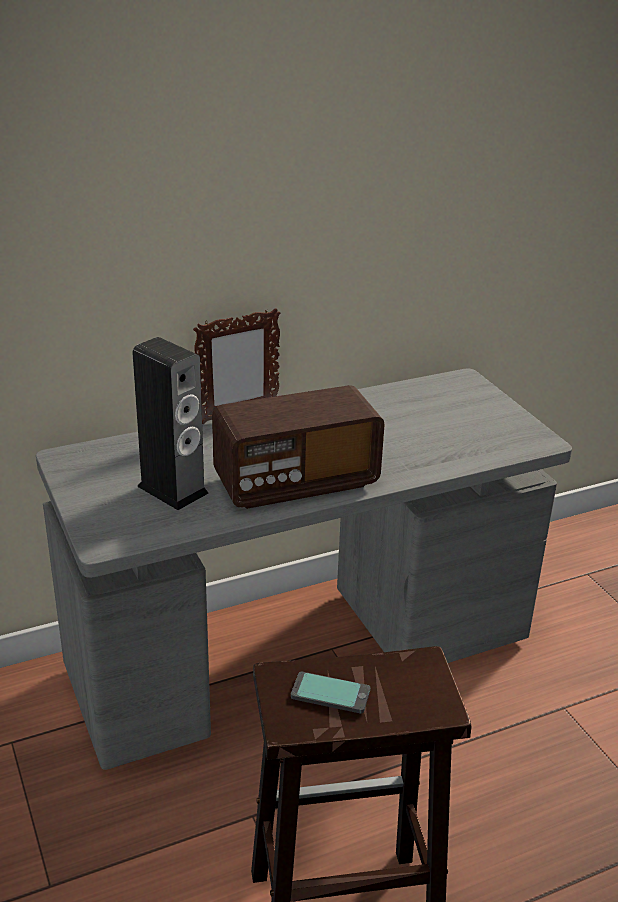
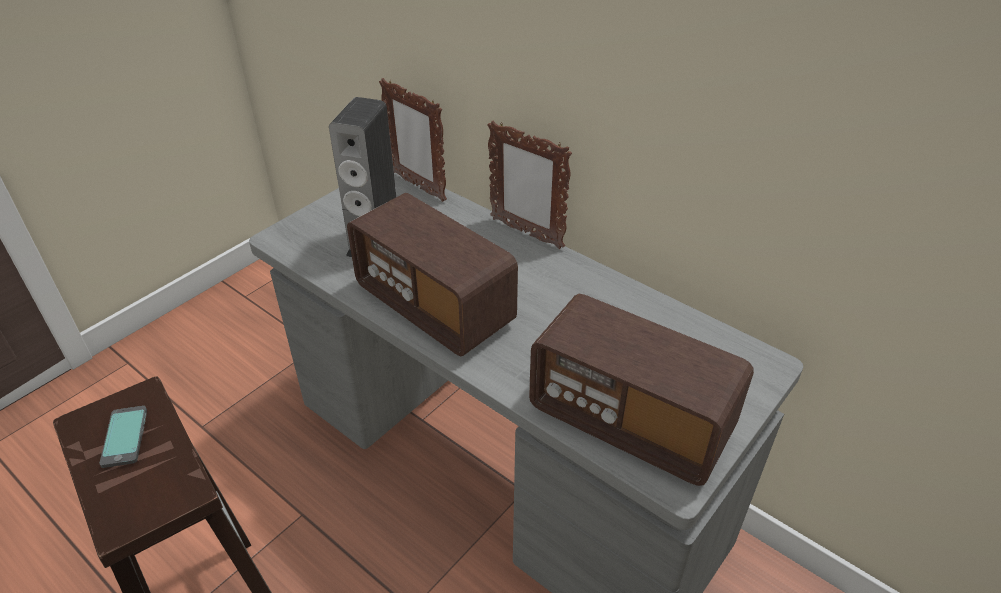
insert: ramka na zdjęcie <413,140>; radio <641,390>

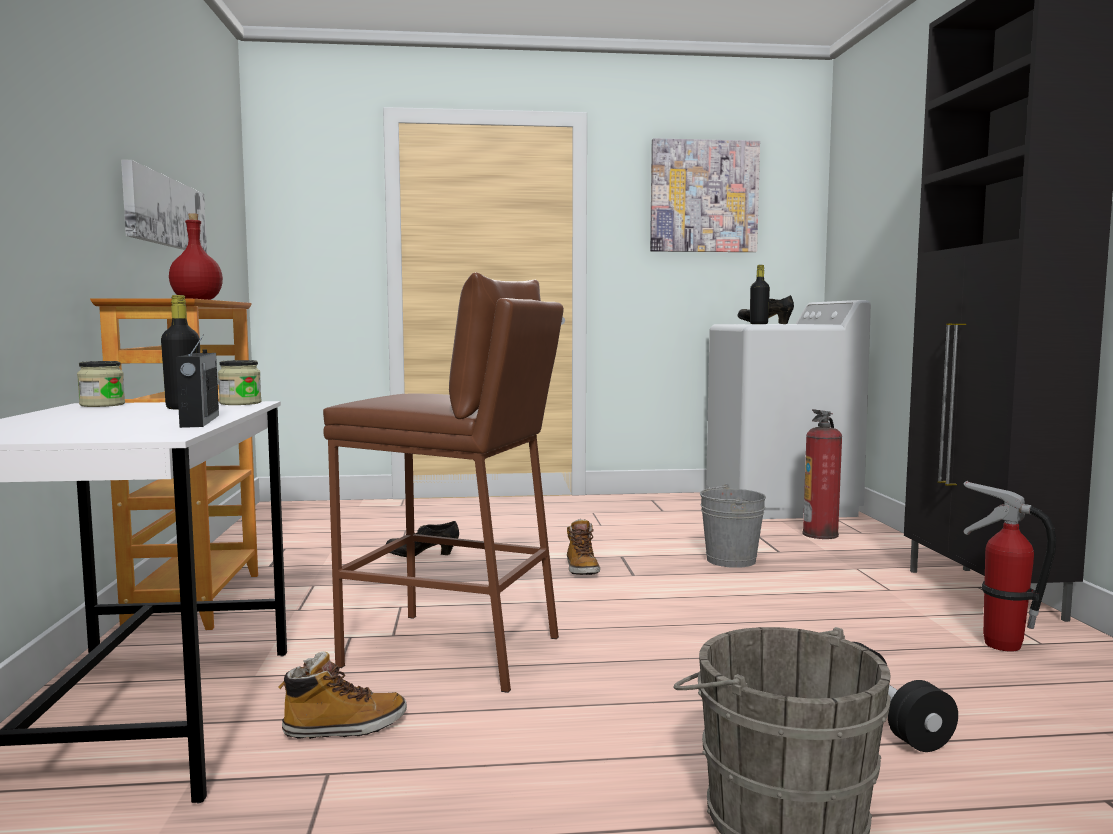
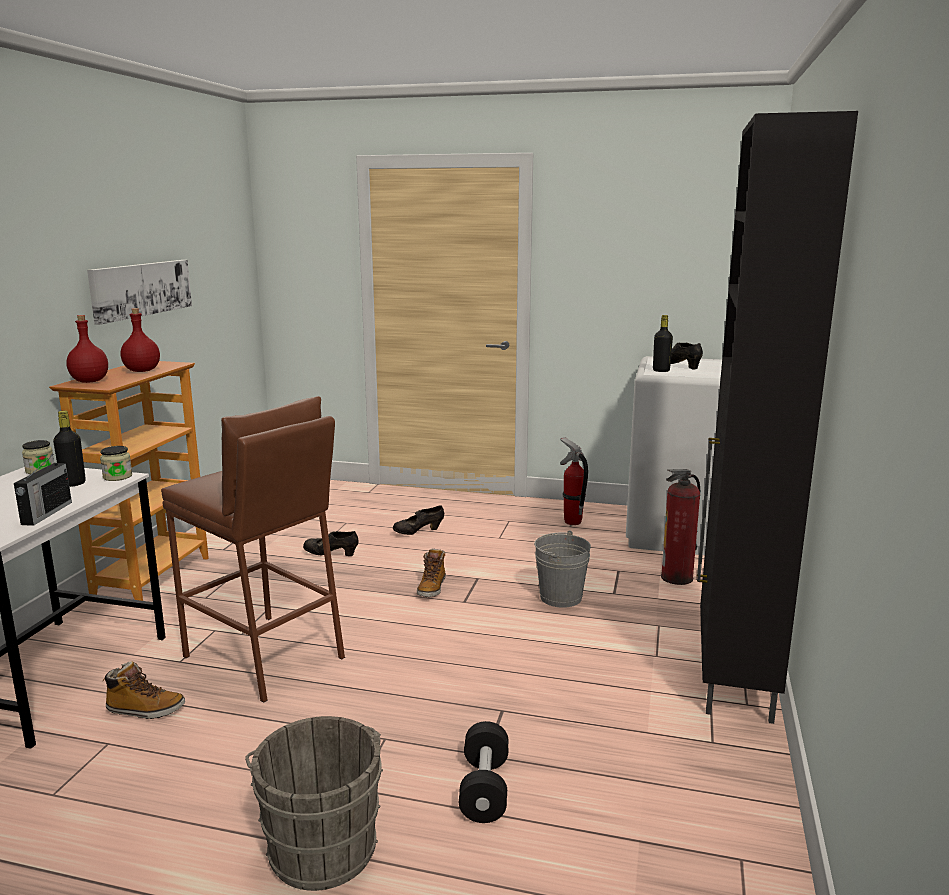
delete: obraz <705,195>
insert: butelka (czerwony) <87,349>; but (czarny) <418,520>
move: gaśnica <1010,566> to <574,481>

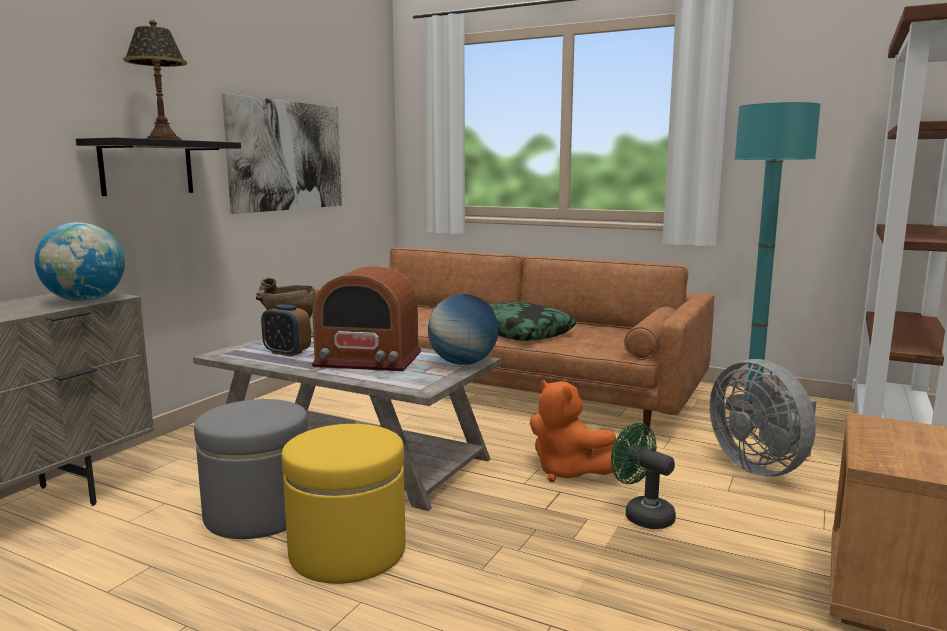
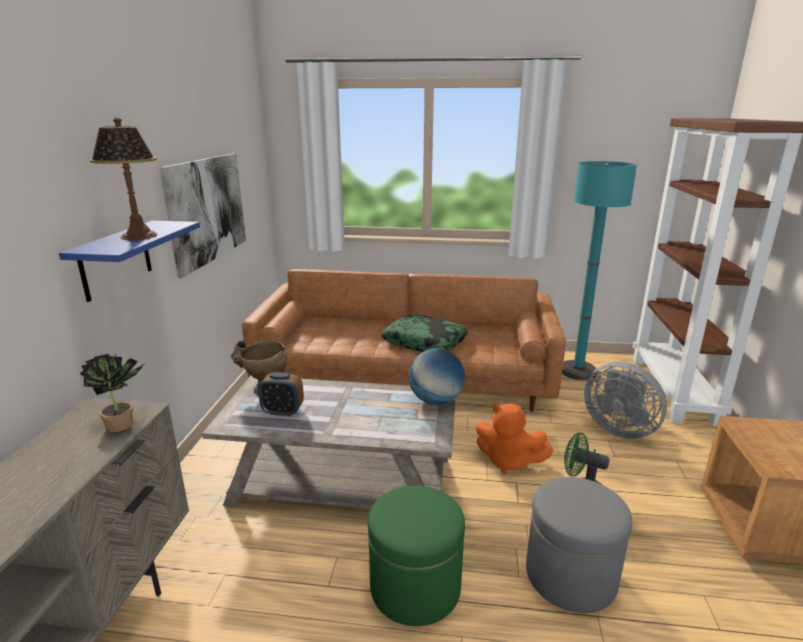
delete: radio <366,318>
move: pufa (szary) <251,469> to <579,545>
replace: globus <79,262> to roślina doniczkowa <112,393>
recolor: półka (czarny) <158,166> to półka (niebieski) <129,261>; pufa (żółty) <343,504> to pufa (zielony) <416,556>

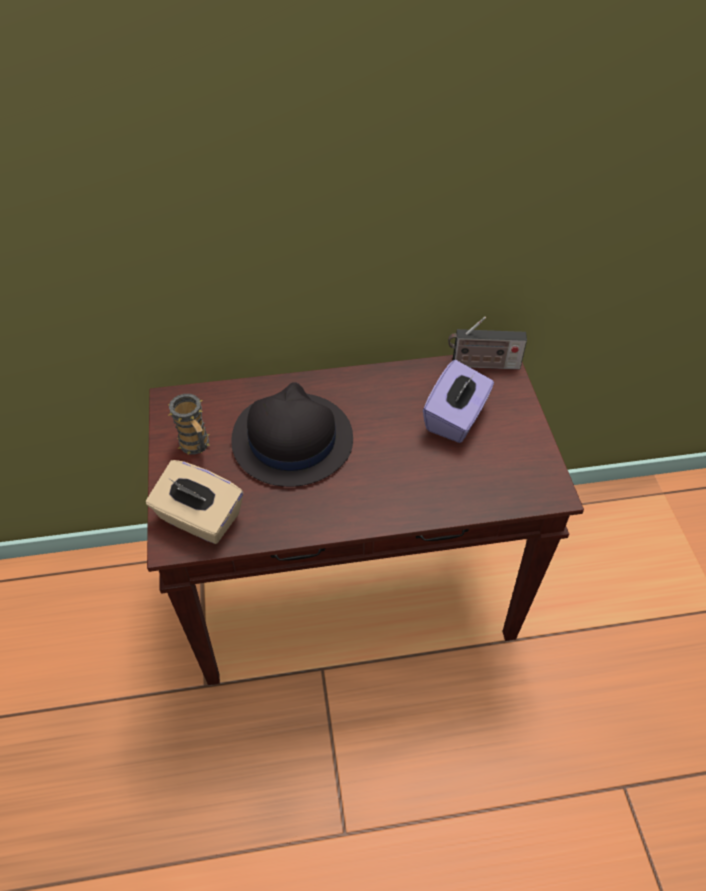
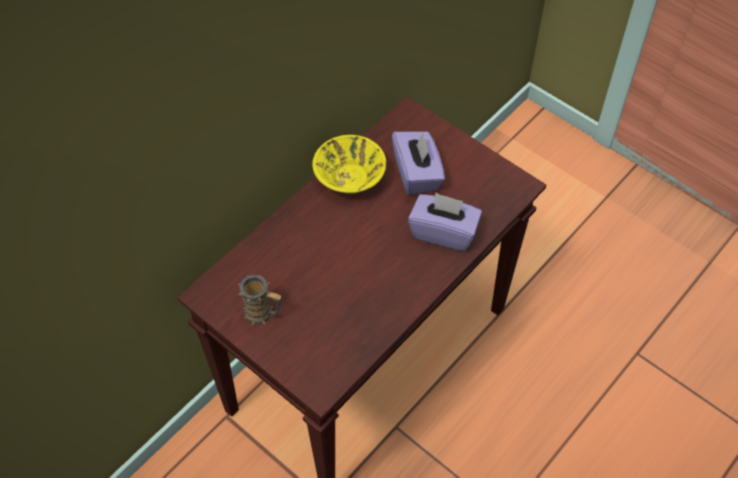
delete: pudełko chusteczek (beżowy) <194,502>; kapelusz (czarny) <292,434>; radio <487,343>
insert: miska (żółty) <349,164>; pudełko chusteczek (fioletowy) <445,221>

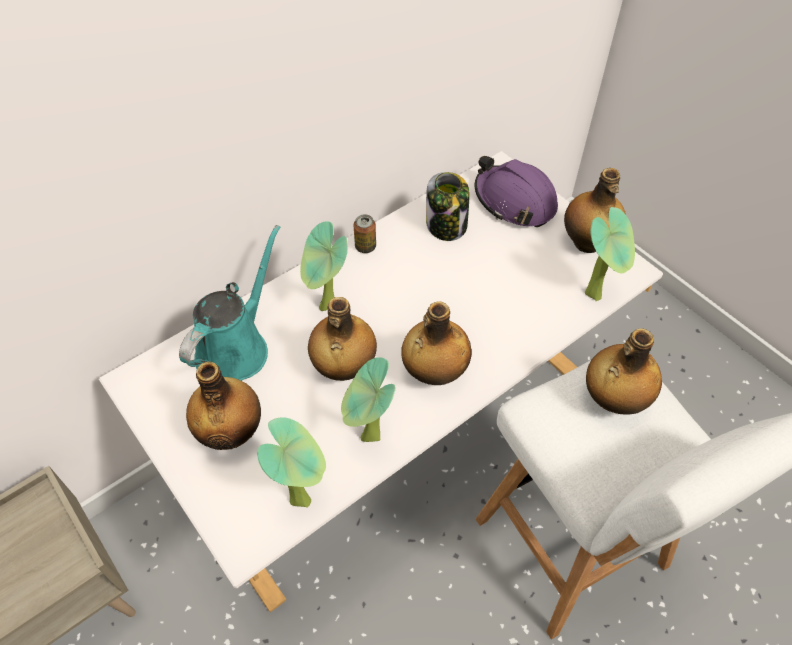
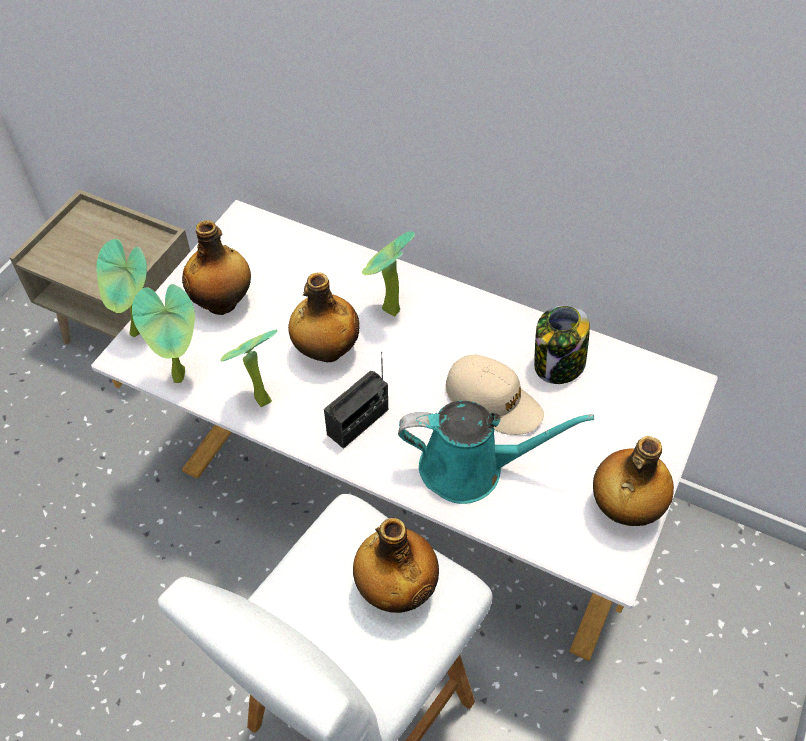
delete: puszka <365,233>; kask (fioletowy) <516,191>
insert: czapka z daszkiem (beżowy) <494,395>
move: roślina doniczkowa <610,254> to <121,288>; konewka (turkusowy) <229,303> to <496,452>
replace: butelka <436,343> to radio <356,400>

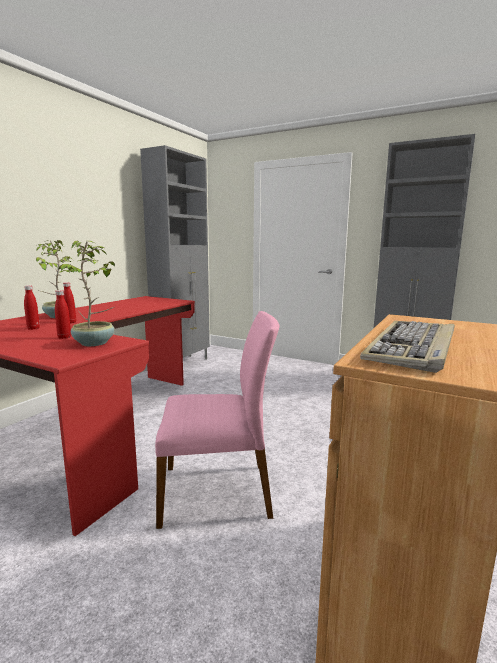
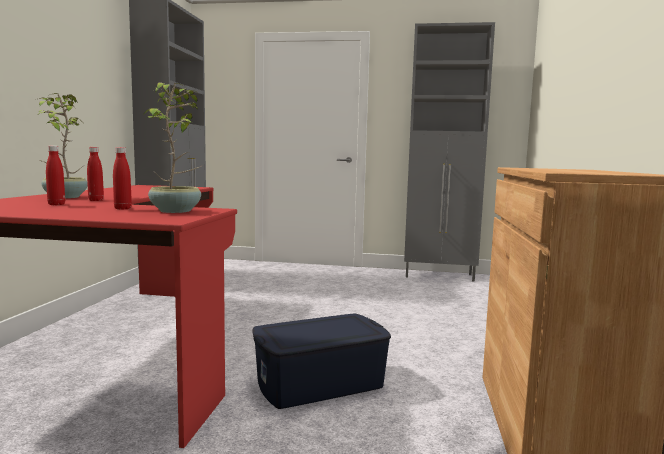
delete: klawiatura <407,347>
replace: krzesło (różowy) <217,420> to pojemnik do przechowywania (niebieski) <321,361>

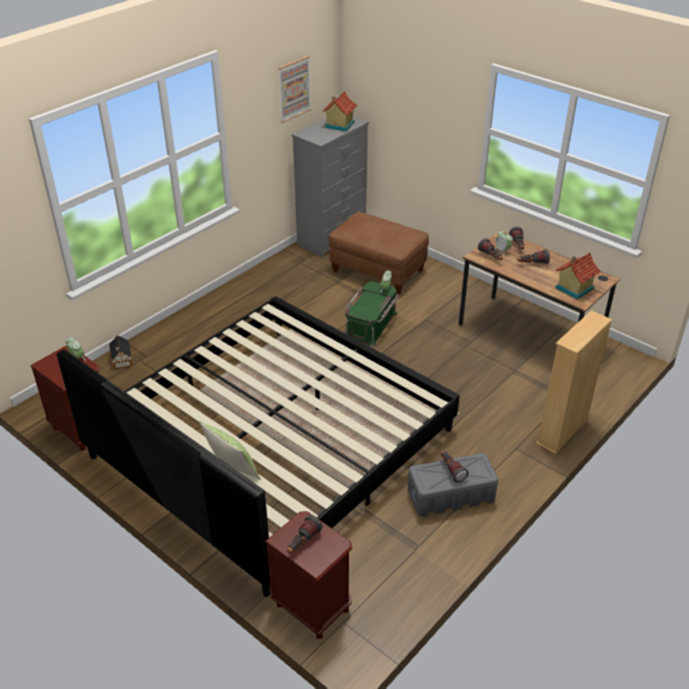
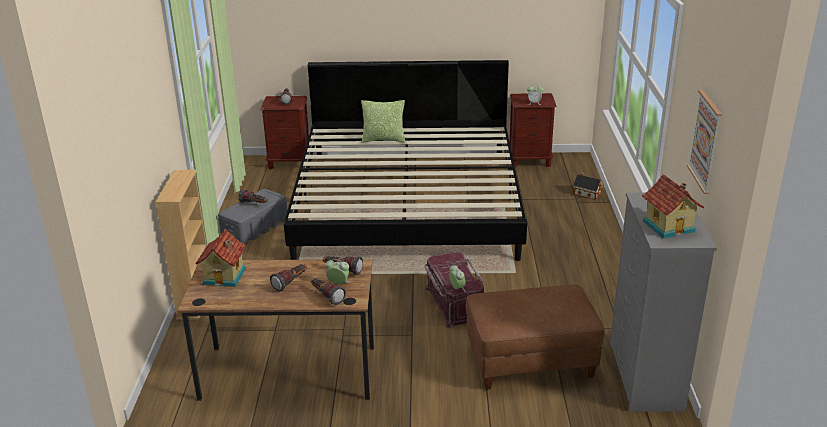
recolor: pojemnik do przechowywania (zielony) <371,315> to pojemnik do przechowywania (czerwony) <454,290>

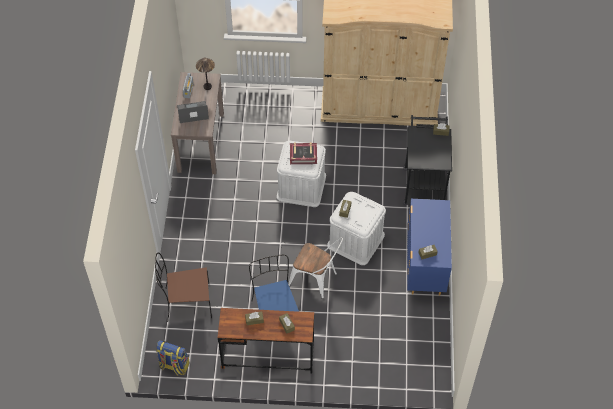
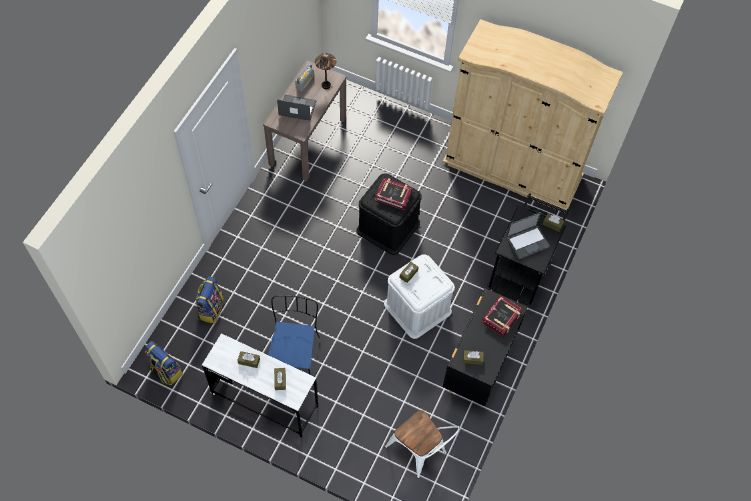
insert: książka <501,316>; laptop <528,235>
move: krzesło (biały) <315,268> to <422,444>
replace: krzesło (brązowy) <183,287> to plecak <209,300>
recolor: biurko (brązowy) <266,340> to biurko (biały) <260,385>; pojemnik do przechowywania (biały) <301,174> to pojemnik do przechowywania (czarny) <389,214>; komoda (niebieski) <429,247> to komoda (czarny) <484,347>

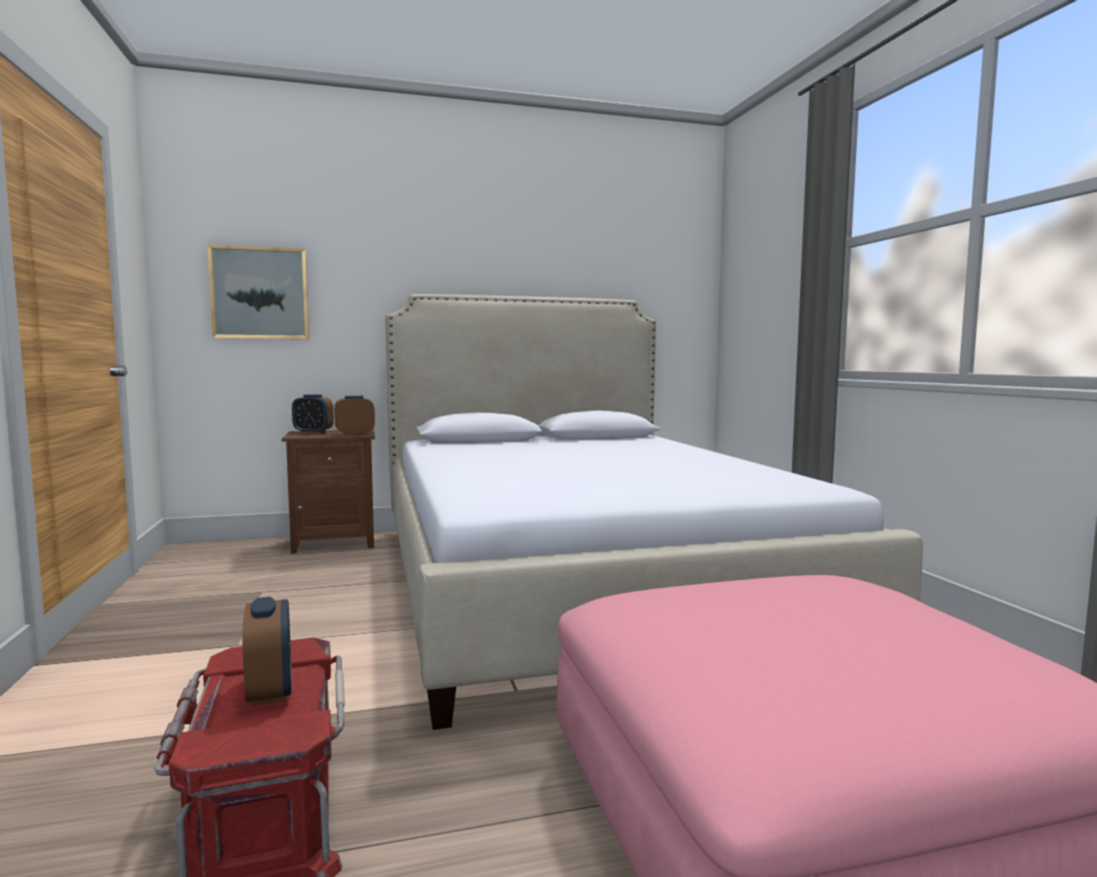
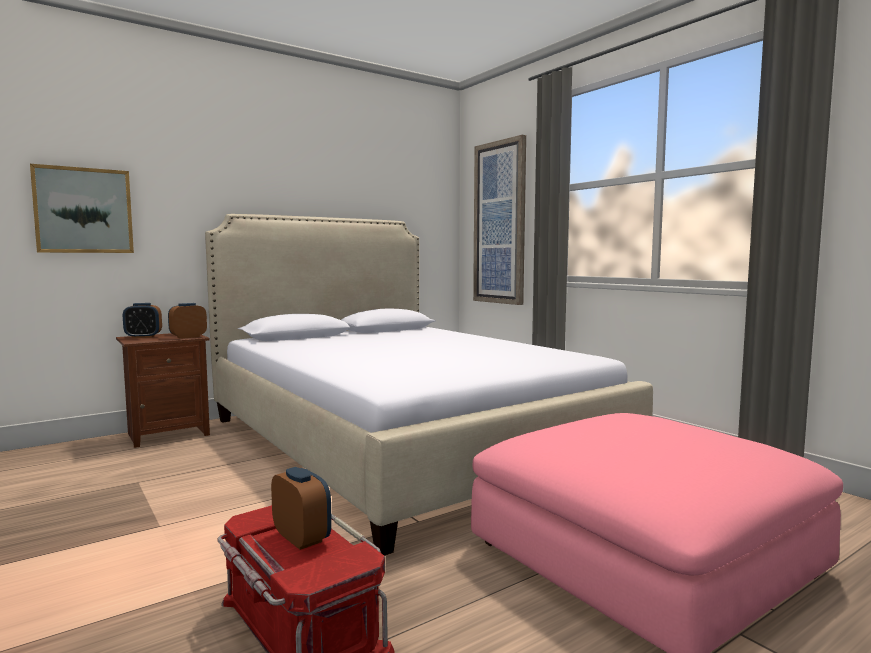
insert: obraz <499,220>

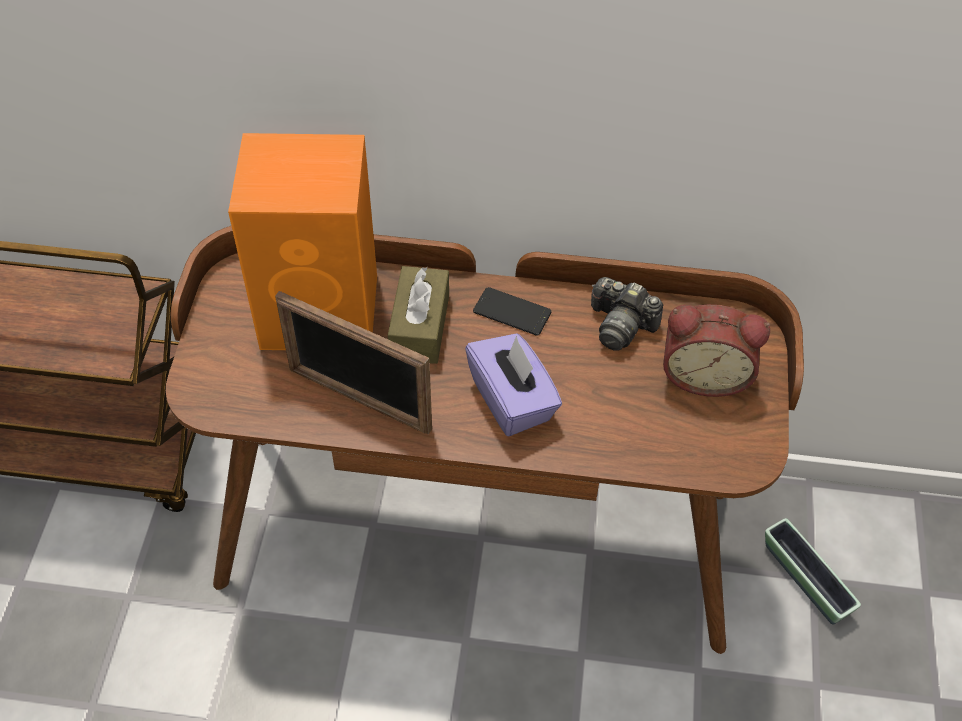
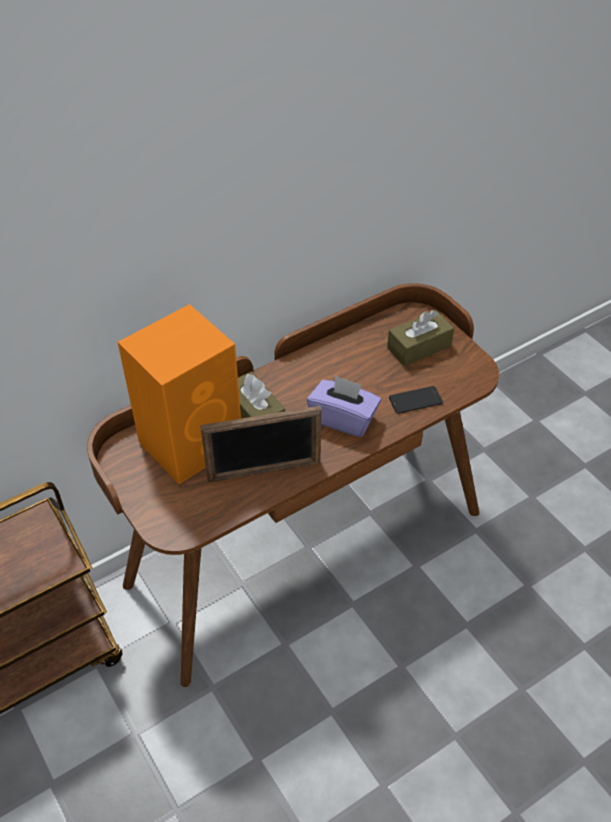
delete: aparat fotograficzny <627,314>; donica <813,571>
move: telefon <512,311> to <416,400>
replace: budzik <716,351> to pudełko chusteczek (brązowy) <420,338>

